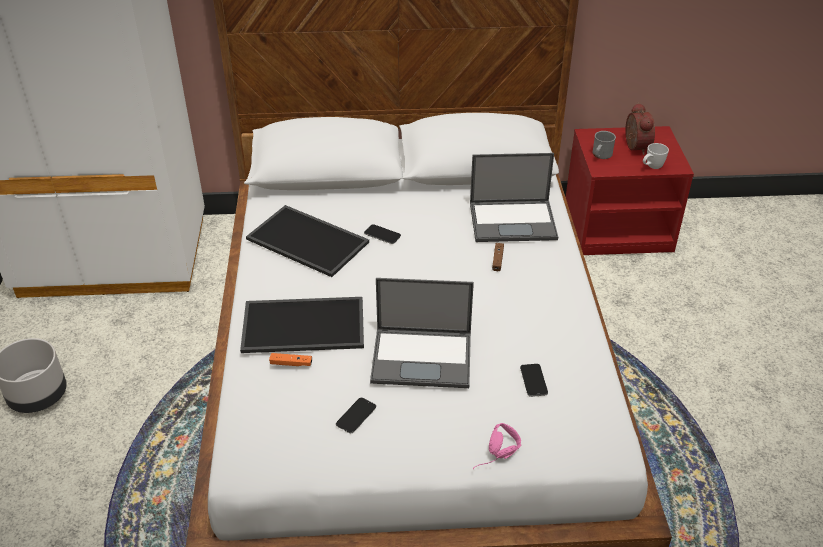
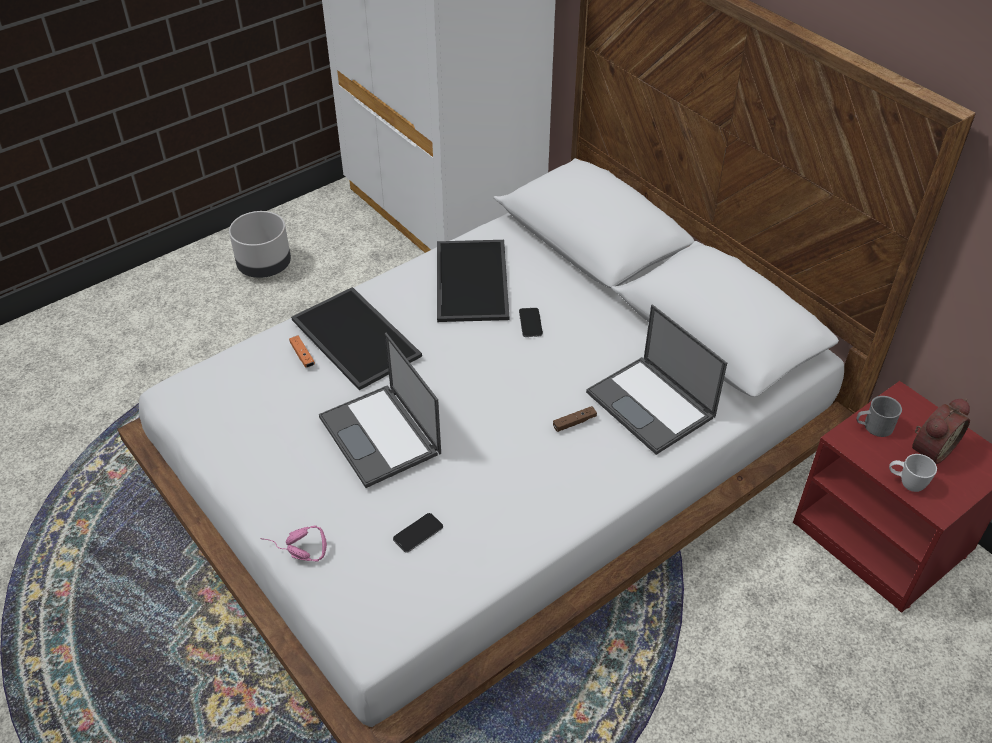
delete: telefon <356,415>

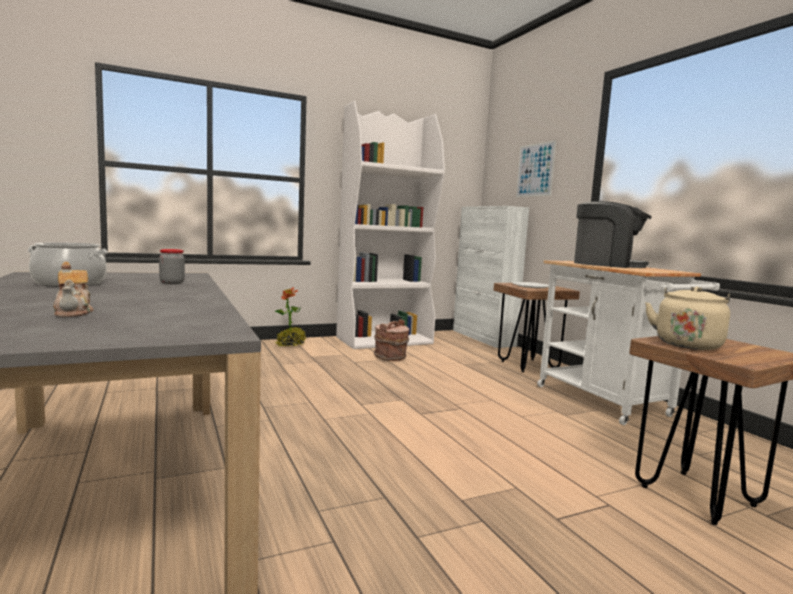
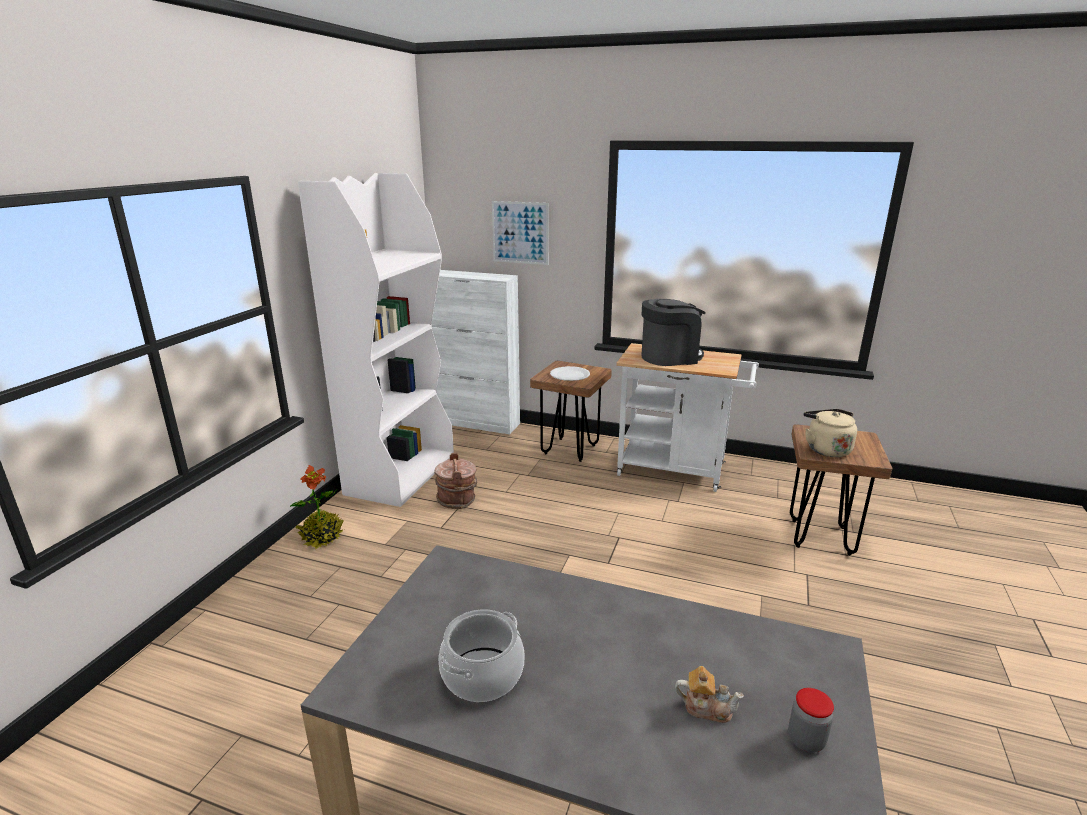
move: słoik <172,266> to <811,720>

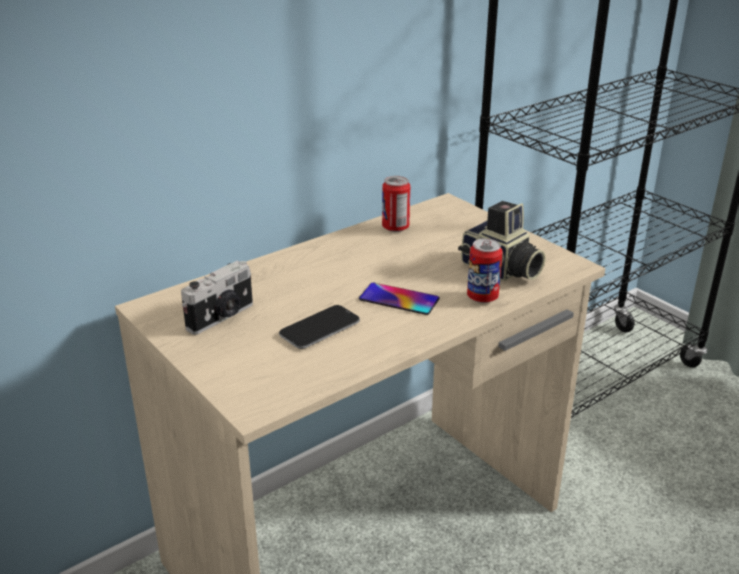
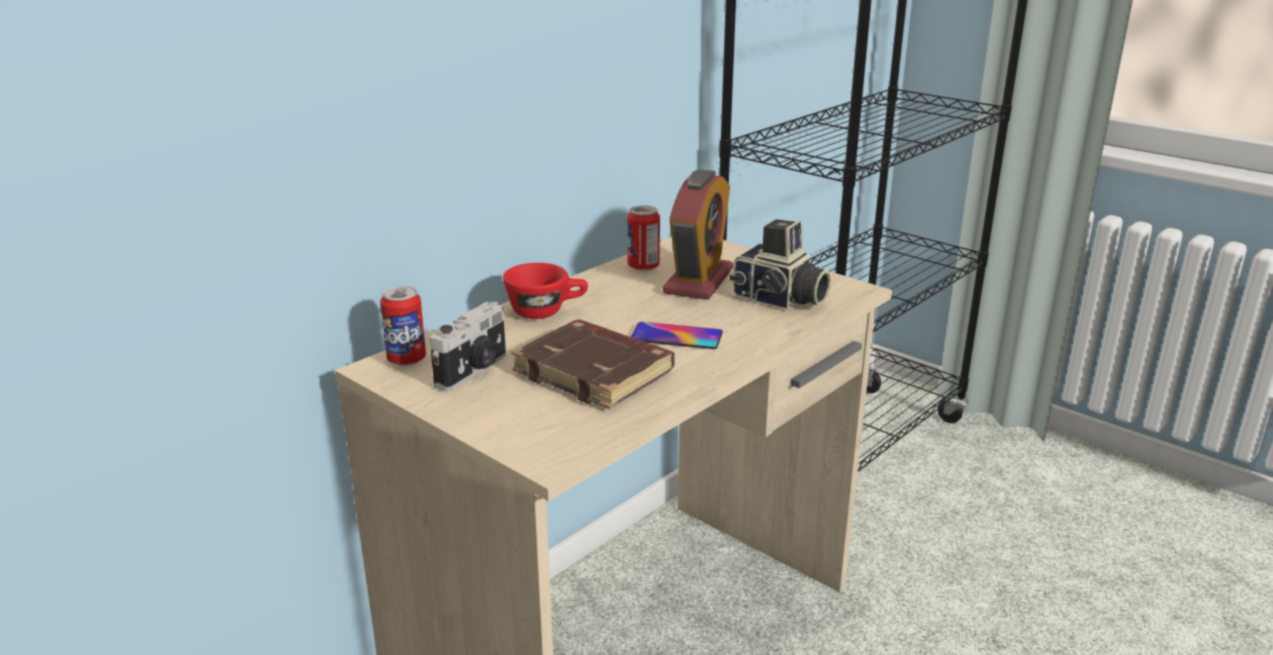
insert: filiżanka (czerwony) <545,291>; budzik <698,234>
move: puszka <485,270> to <403,326>
replace: telefon <319,327> to książka (brązowy) <593,364>

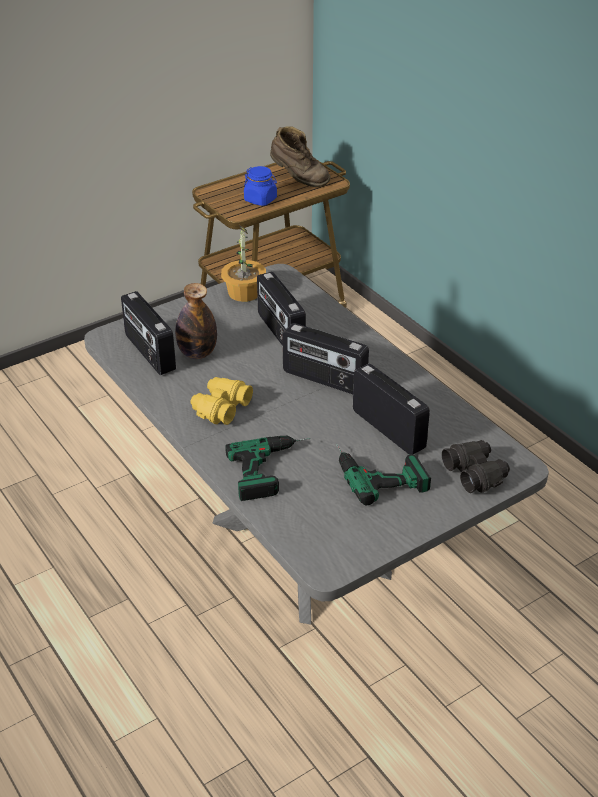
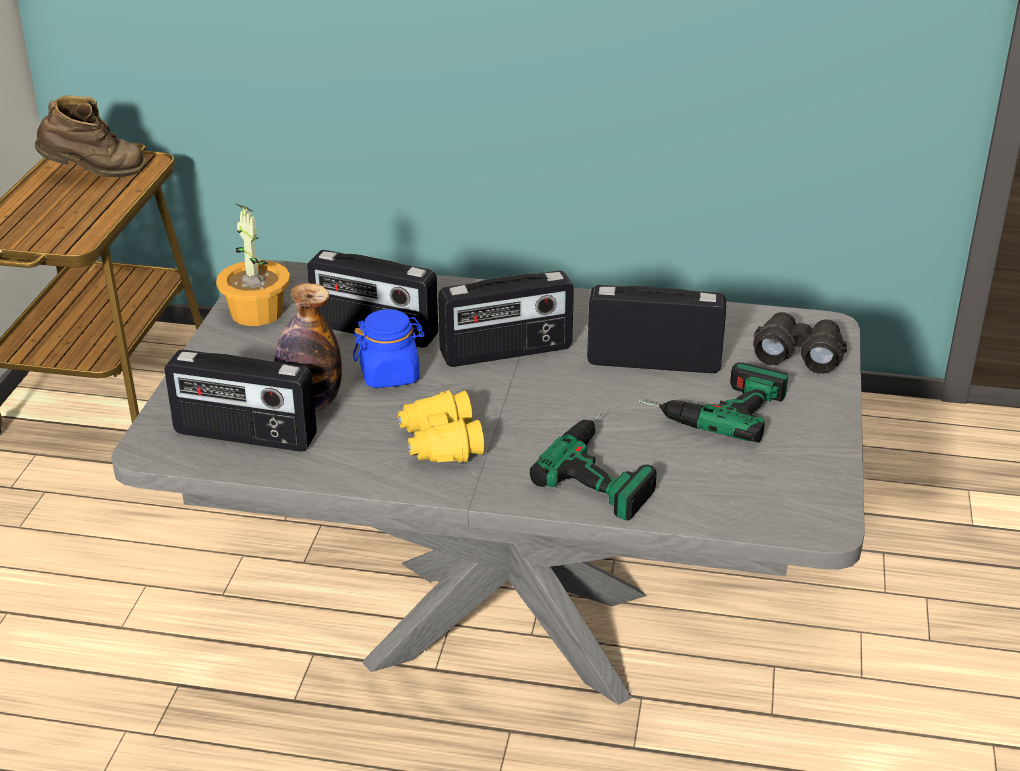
move: słoik (niebieski) <260,186> to <389,348>

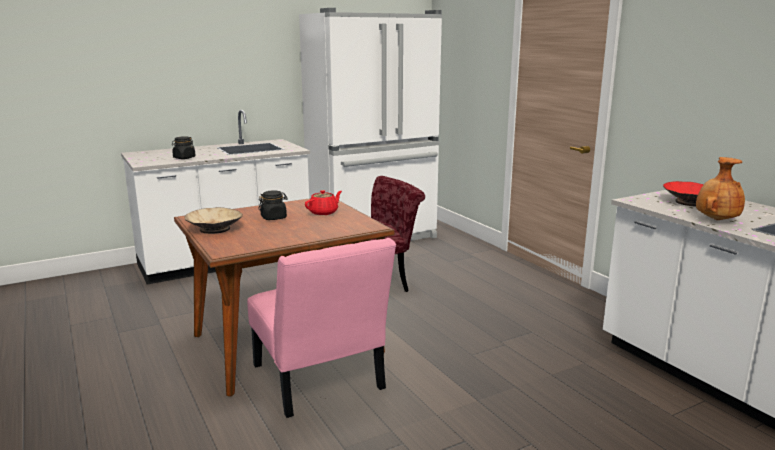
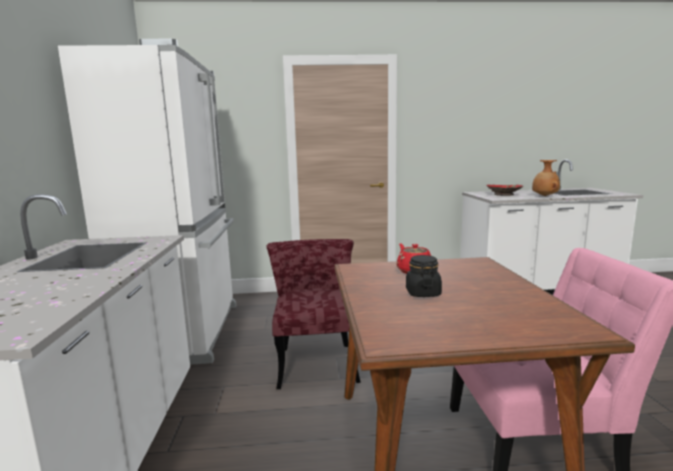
delete: słoik (czarny) <184,147>; miska (beżowy) <213,220>

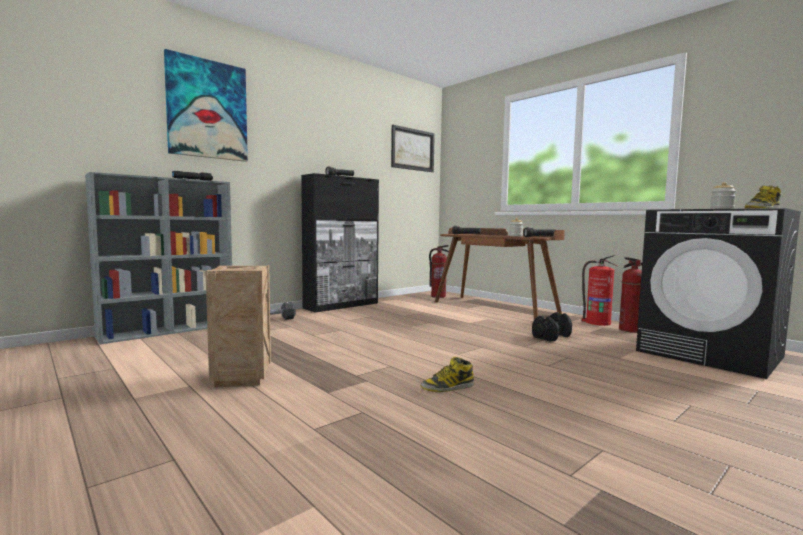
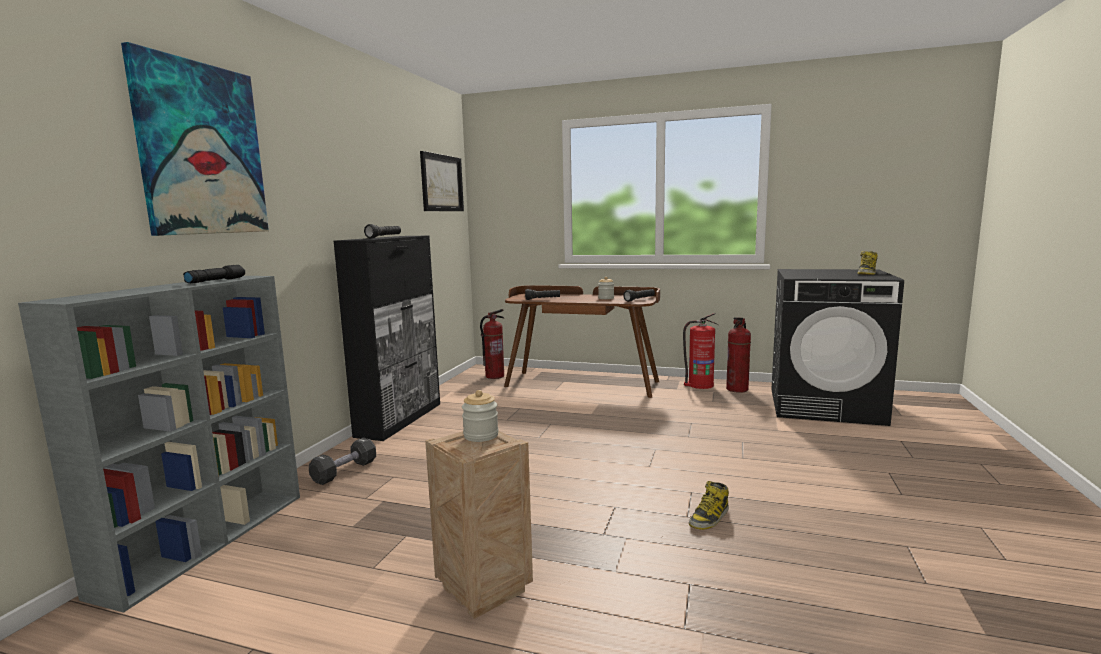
delete: hantel (czarny) <552,327>
move: słoik <723,195> to <480,416>

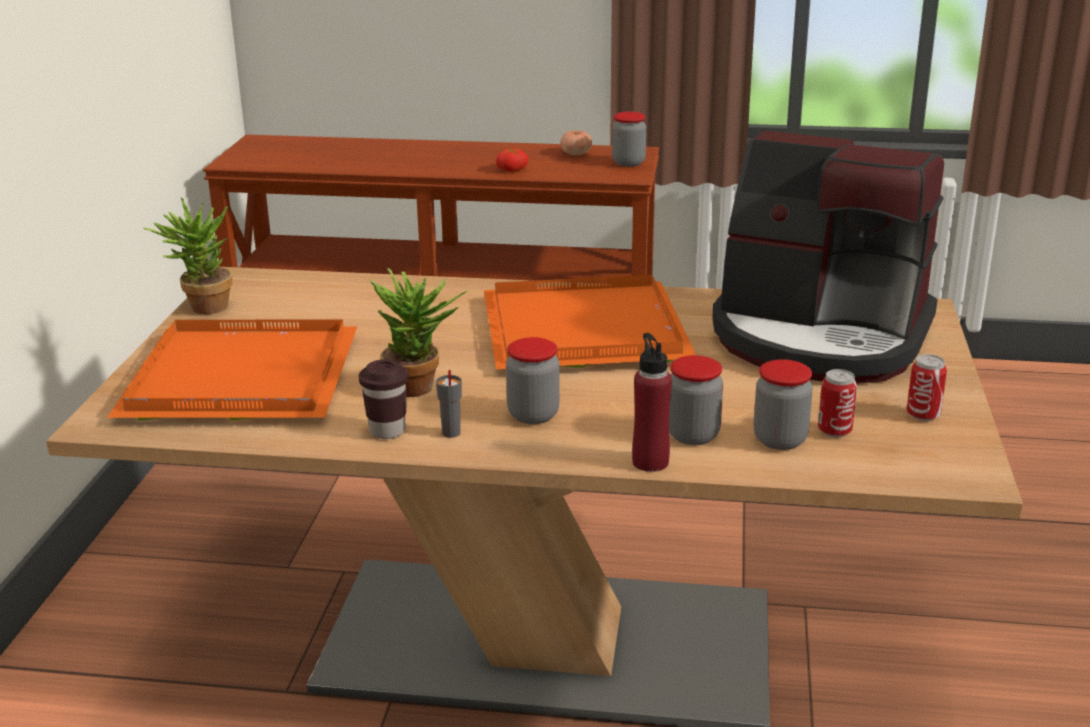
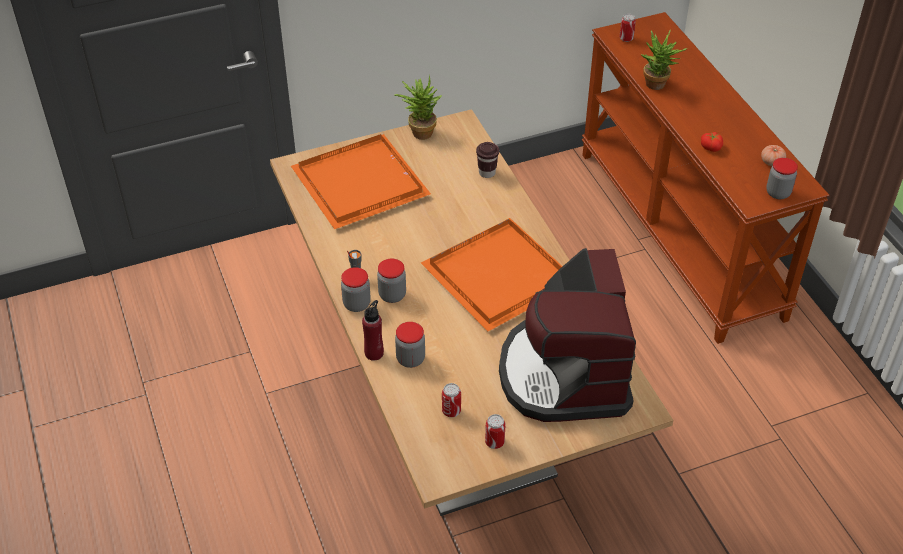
insert: puszka <628,28>
move: słoik <783,404> to <356,289>; filiżanka (brązowy) <383,399> to <487,160>; roślina doniczkowa <418,332> to <664,60>

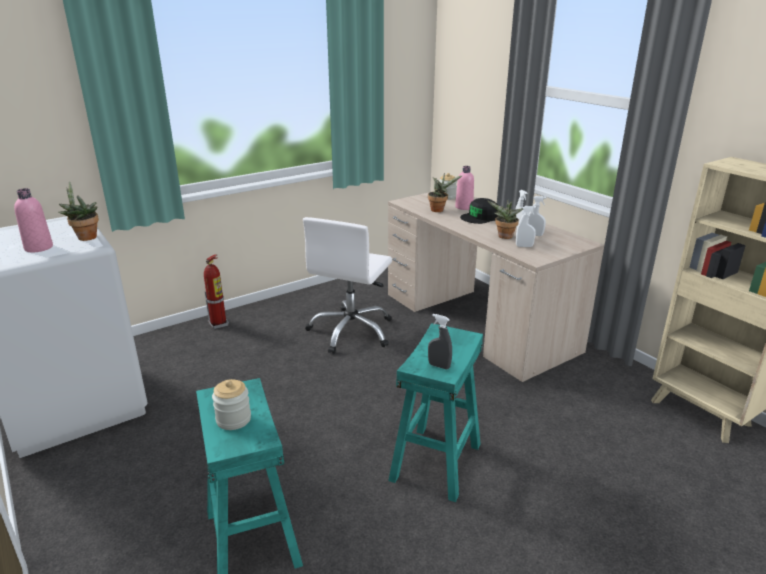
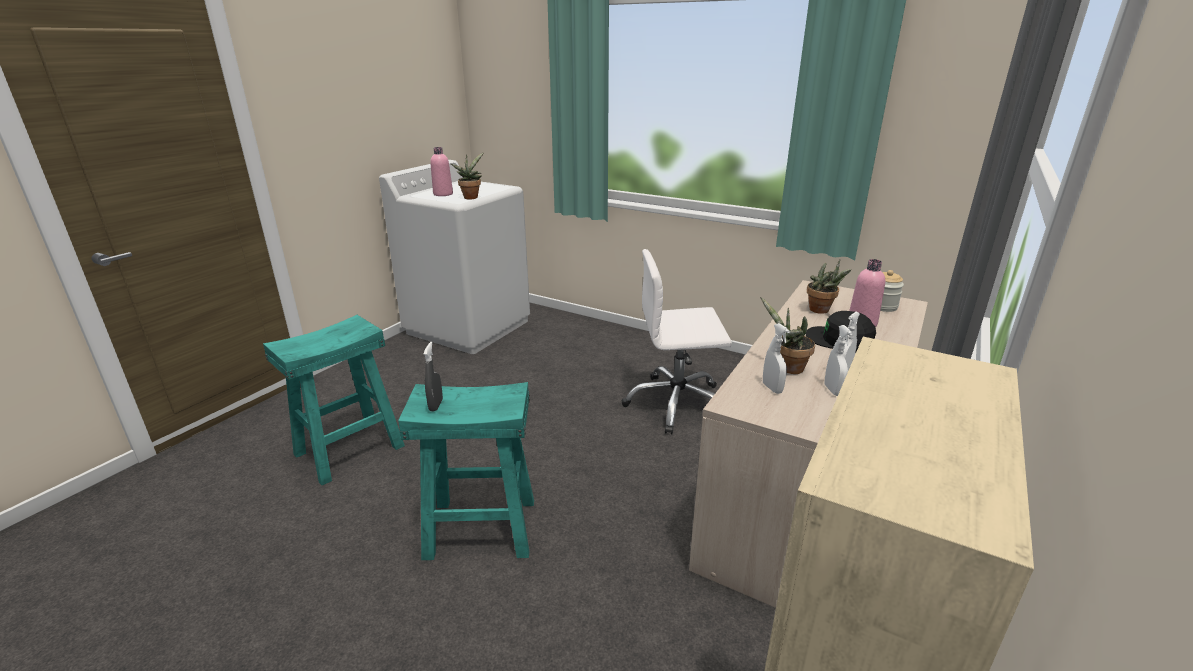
delete: gaśnica <216,291>; słoik <231,404>

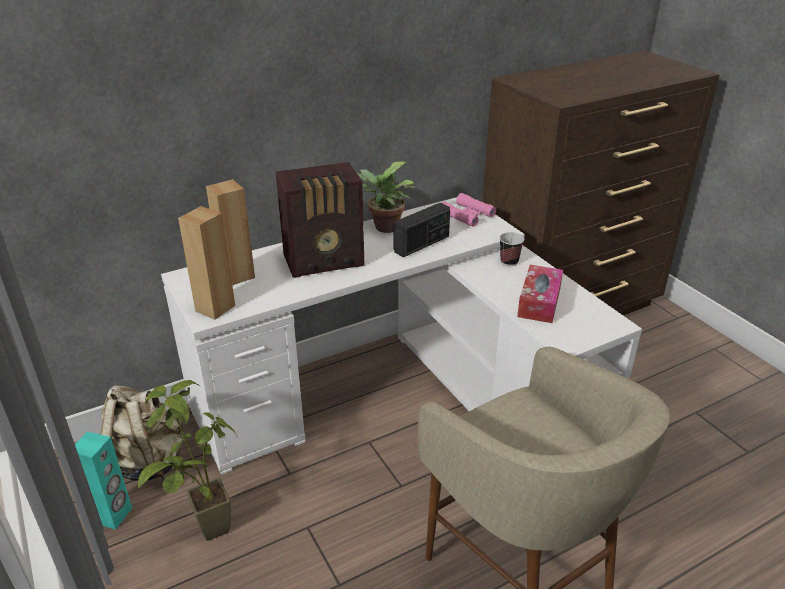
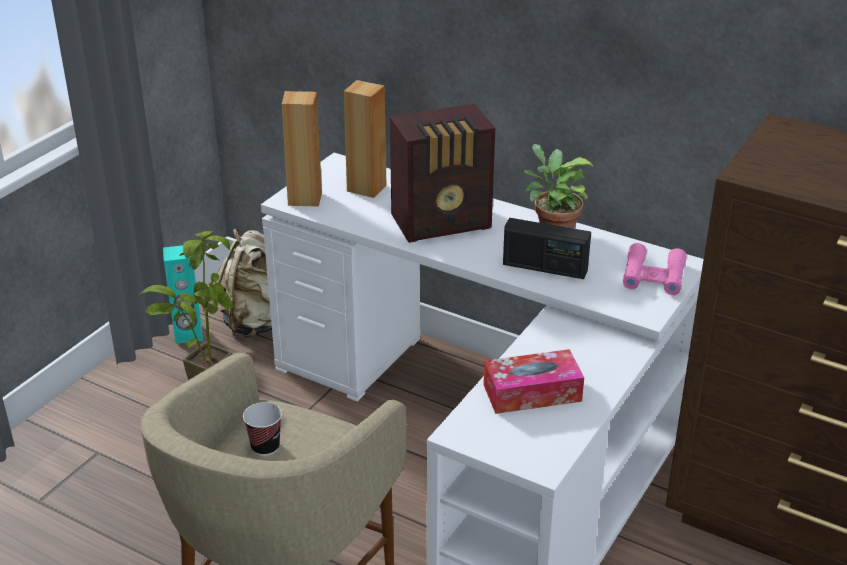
move: filiżanka <511,249> to <262,429>
rotate: radio <320,220> = <442,173> 60 degrees counterclockwise

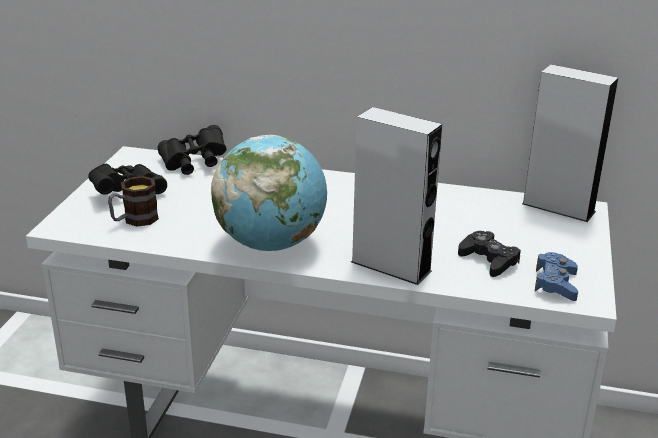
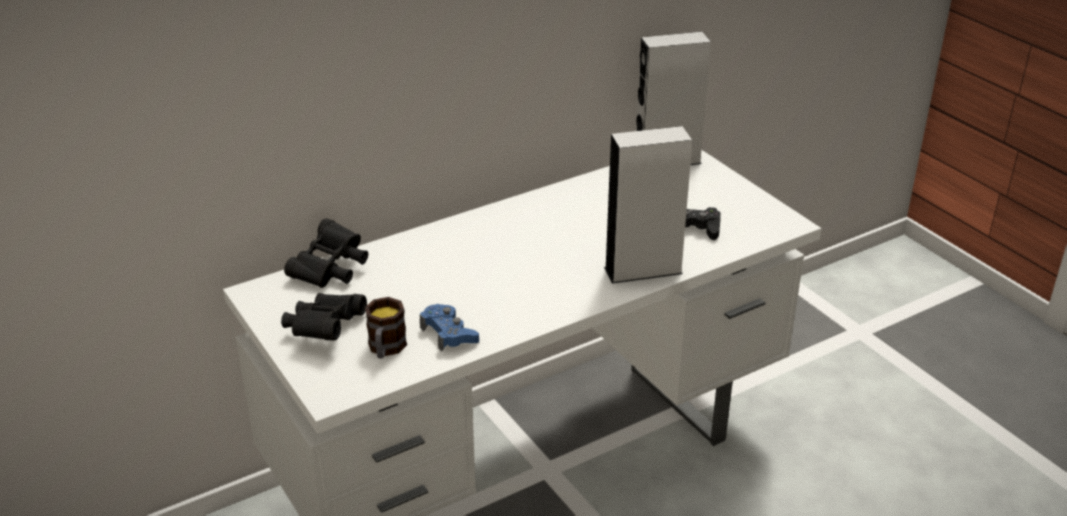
delete: globus <269,193>
move: pad do gier (niebieski) <556,276> to <449,328>

